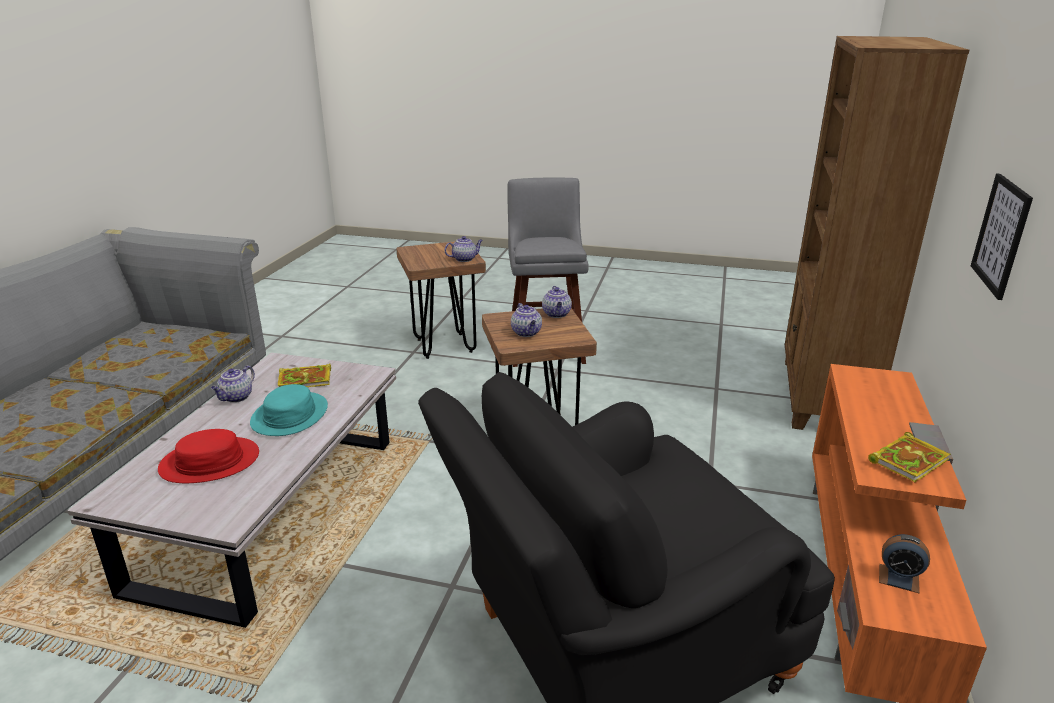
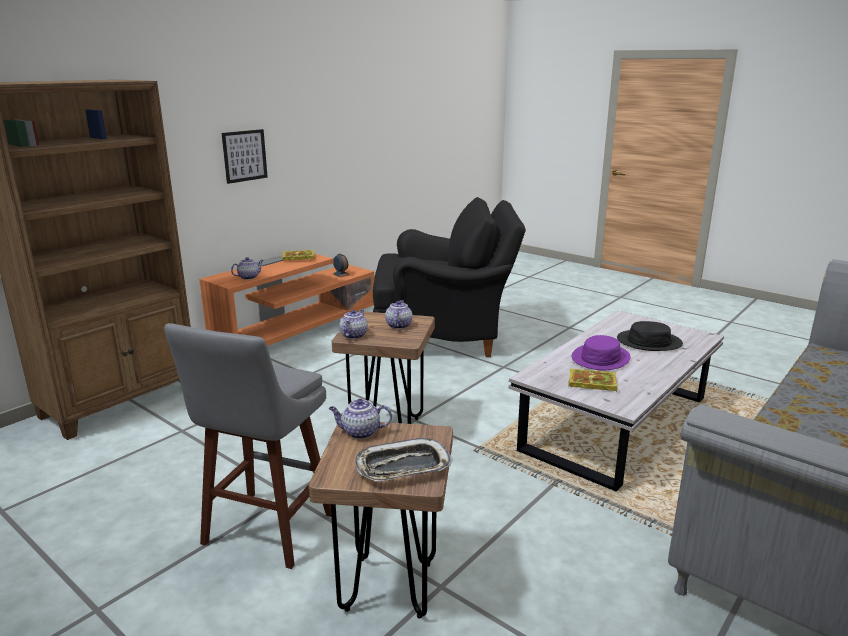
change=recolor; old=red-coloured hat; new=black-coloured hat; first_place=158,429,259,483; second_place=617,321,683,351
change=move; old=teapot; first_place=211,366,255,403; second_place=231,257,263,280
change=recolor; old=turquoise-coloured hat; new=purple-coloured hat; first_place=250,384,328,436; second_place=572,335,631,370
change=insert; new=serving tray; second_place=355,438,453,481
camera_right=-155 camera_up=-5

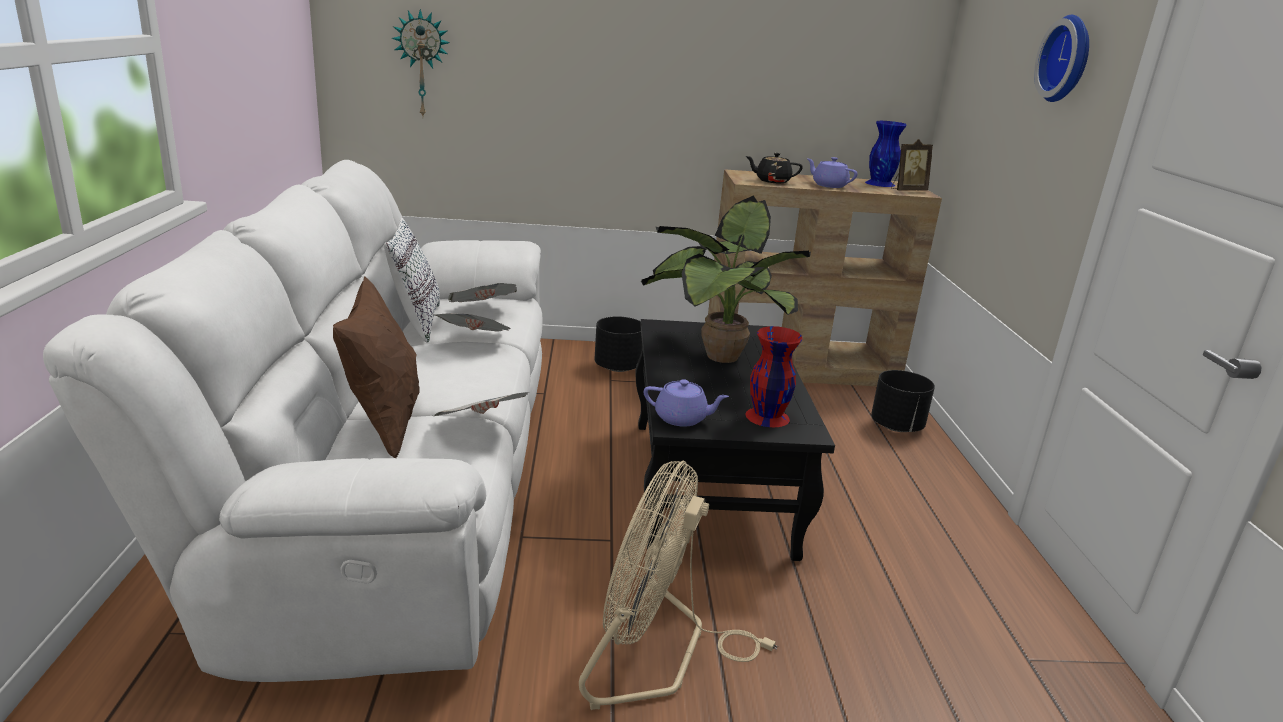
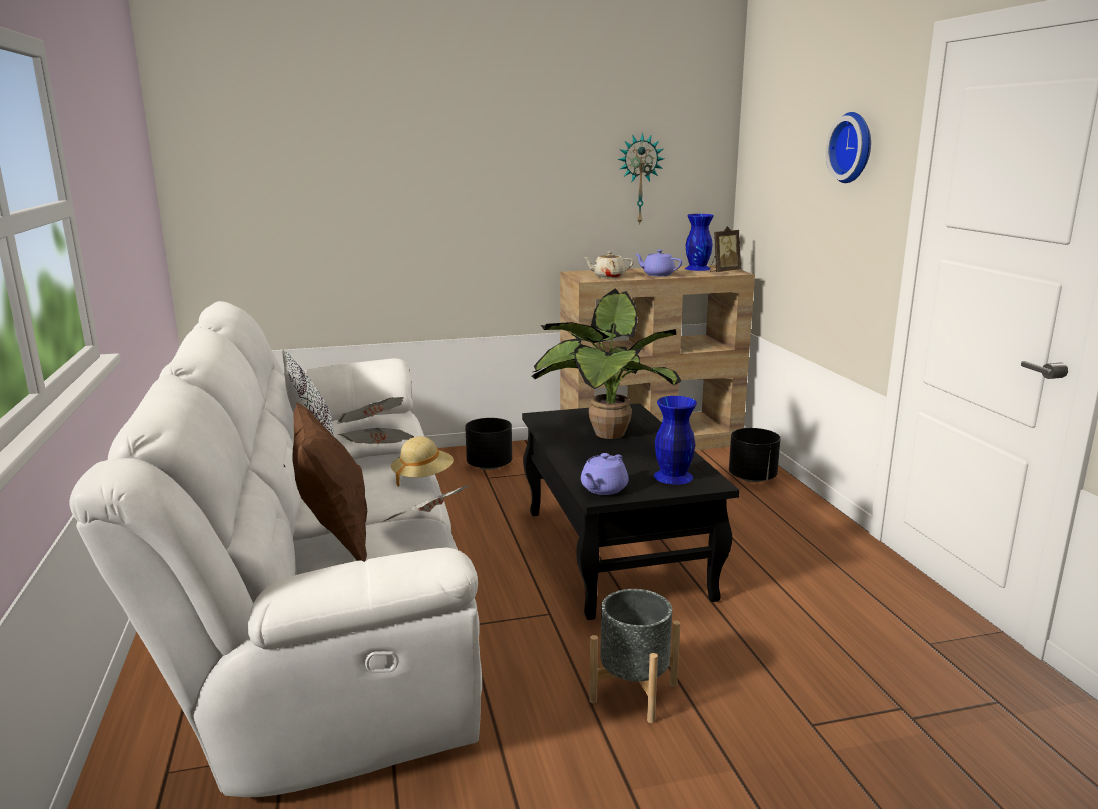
change=move; old=wall clock; first_place=392,9,450,116; second_place=618,133,664,225
change=replace; old=sand-coloured fan; new=greyish plant pot; first_place=579,461,778,710; second_place=589,589,680,723
change=rotate; old=purple-coloured teapot; first_place=644,379,729,427; second_place=581,453,629,495; degrees=120
change=recolor; old=black-coloured teapot; new=sand-coloured teapot; first_place=745,153,803,183; second_place=582,251,634,278
change=recolor; old=red-coloured vase; new=blue vase; first_place=746,326,803,427; second_place=654,396,697,485
change=insert; new=sand-coloured hat; second_place=391,436,454,487
camera_right=-10 camera_up=-5

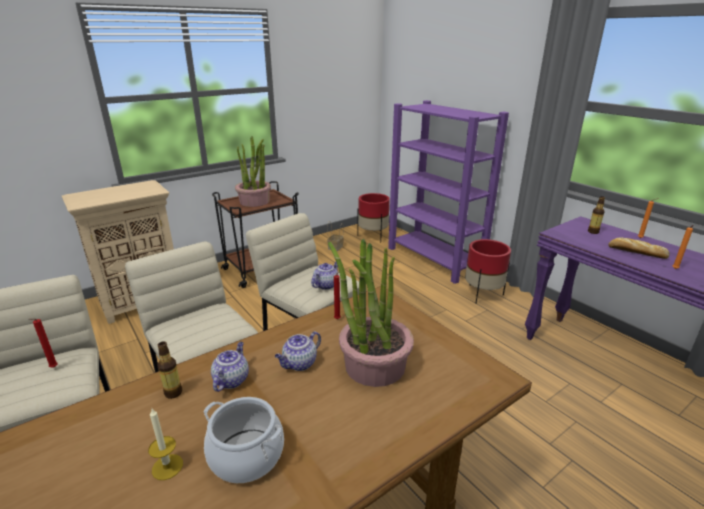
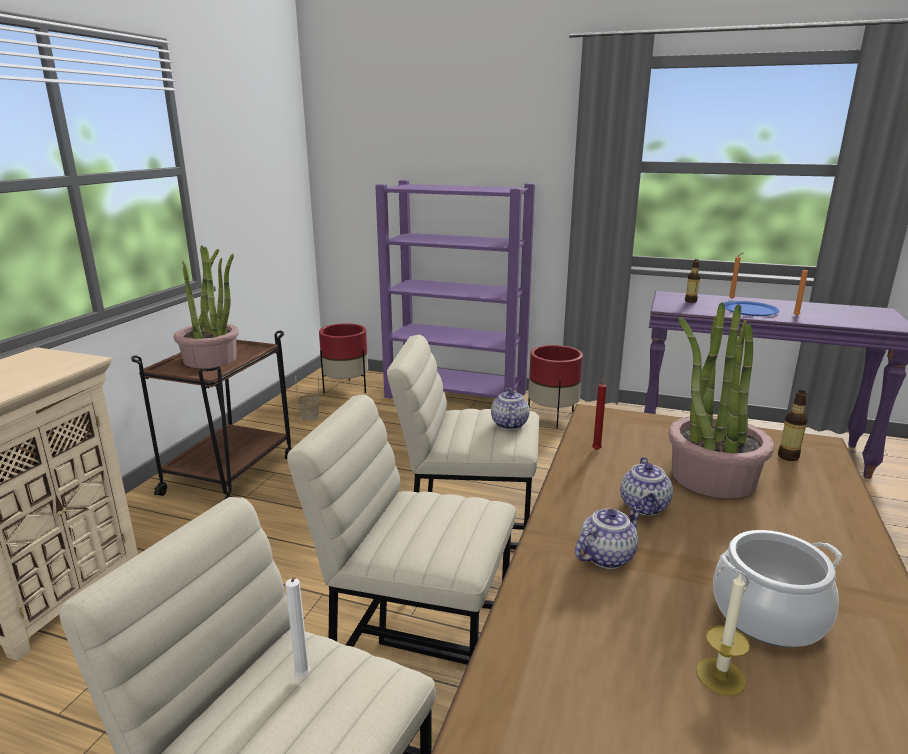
change=recolor; old=red-coloured candle; new=white-coloured candle; first_place=28,319,58,368; second_place=285,577,310,677
change=move; old=bottle; first_place=157,341,182,399; second_place=778,390,808,461
change=rotate; old=teapot; first_place=211,342,249,392; second_place=575,506,642,569; degrees=75
change=replace; old=bread; new=blue dinner plate; first_place=608,237,669,259; second_place=724,301,779,316
camera_right=-35 camera_up=-5

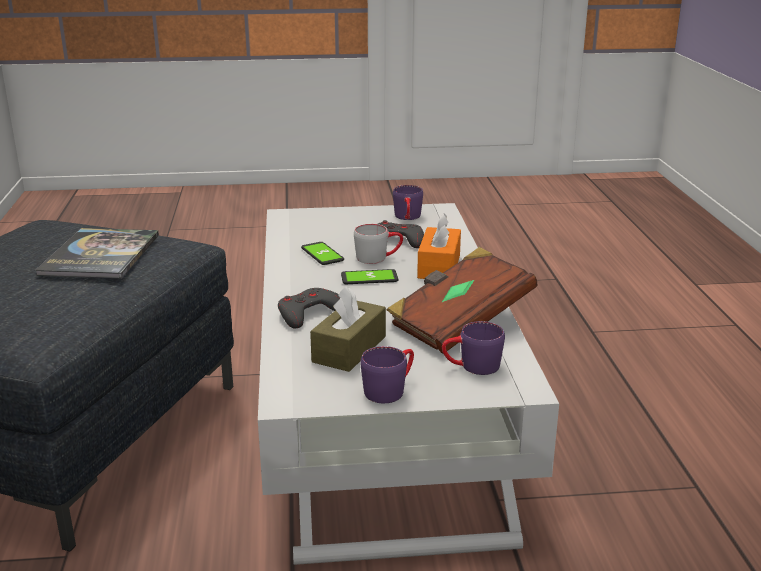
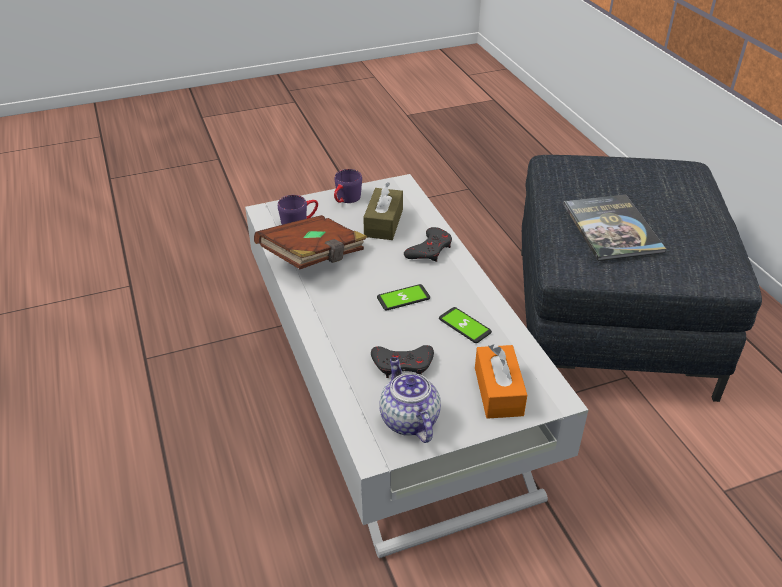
change=delete; old=greyish tea mug; first_place=354,224,403,264
change=replace; old=purple-coloured tea mug; new=teapot; first_place=393,185,423,220; second_place=379,357,441,443
change=move; old=orange tissue holder; first_place=417,213,461,279; second_place=475,344,527,419
camera_right=165 camera_up=15

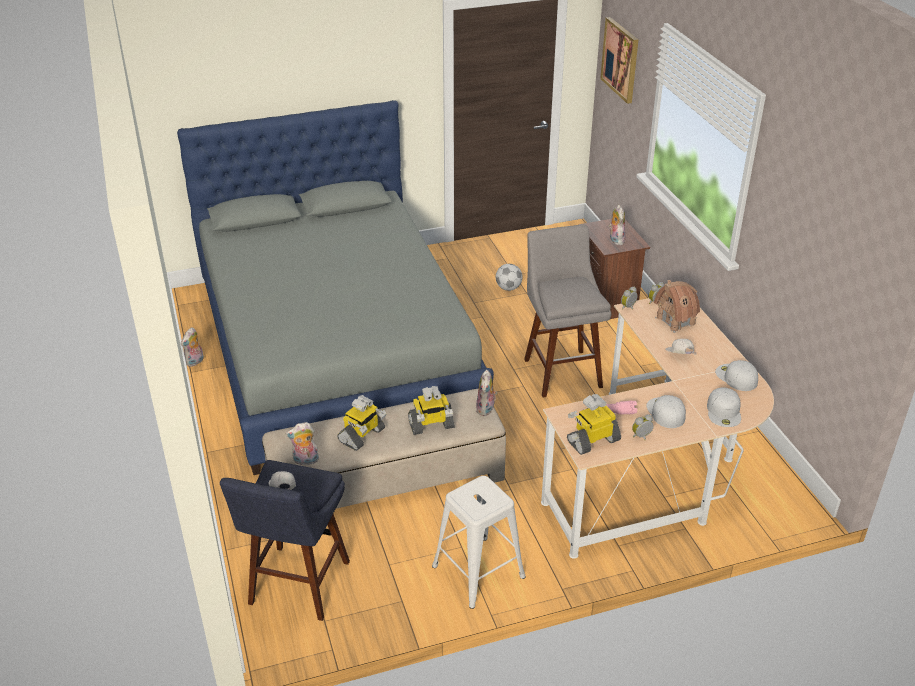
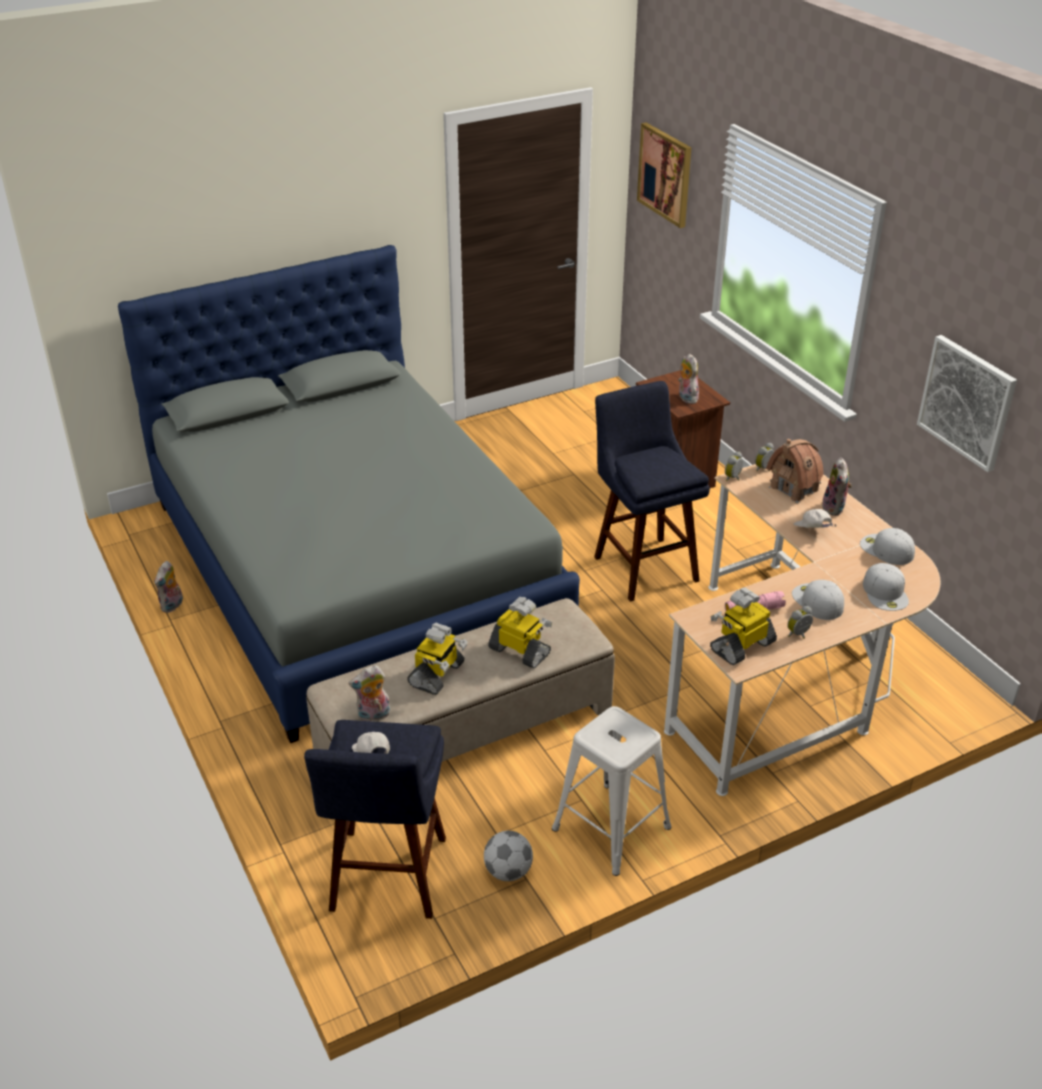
change=rotate; old=toy robot; first_place=408,386,455,435; second_place=488,597,552,668; degrees=-120
change=move; old=cuddly toy; first_place=476,370,498,416; second_place=822,457,852,516
change=move; old=football ball; first_place=496,264,522,291; second_place=484,831,533,881
change=recolor; old=greyish stool; new=blue stool; first_place=524,224,611,398; second_place=594,381,710,602
change=insert; new=picture; second_place=917,335,1017,472
camera_right=-10 camera_up=0

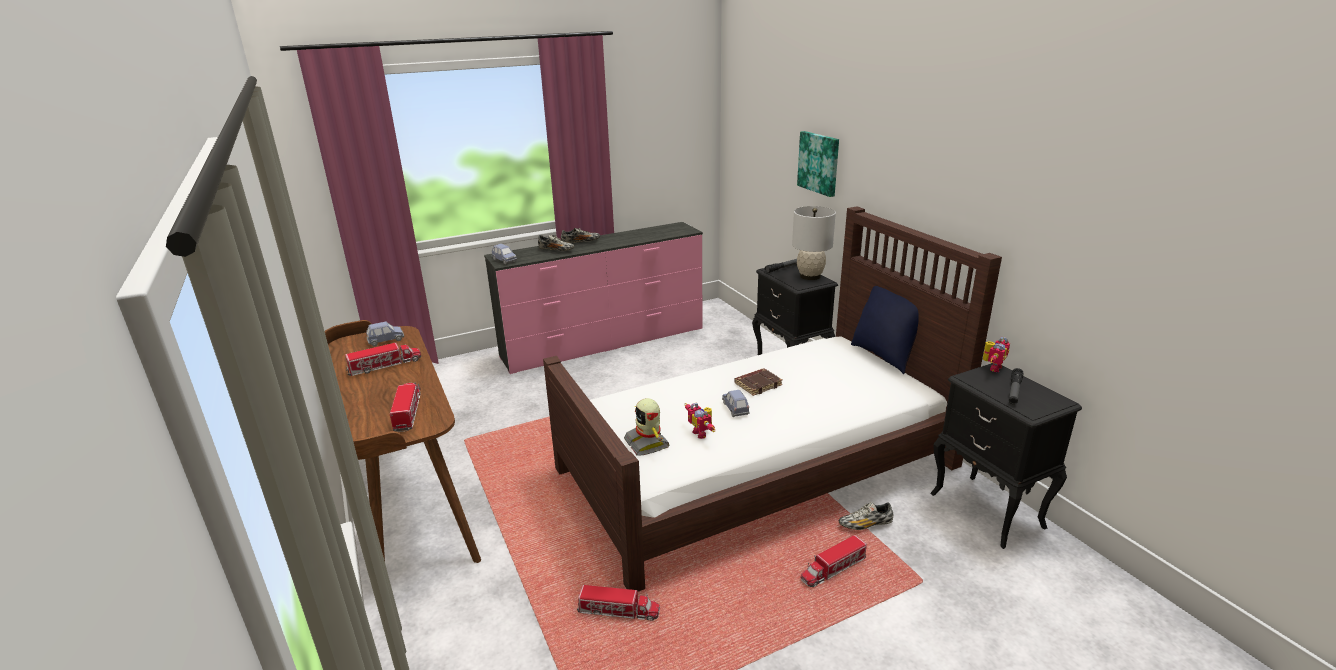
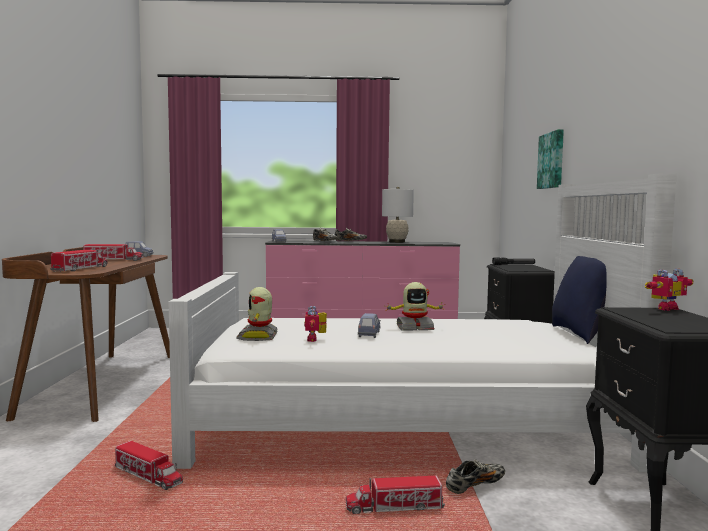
change=recolor; old=brownish bed; new=white-coloured bed; first_place=543,206,1002,591; second_place=169,174,677,472
change=replace; old=brownish volume; new=toy robot; first_place=734,368,783,396; second_place=384,282,445,331
change=move; old=white-coloured tabletop lamp; first_place=792,206,836,280; second_place=382,187,414,243
change=rotate; old=item of footwear; first_place=839,502,893,530; second_place=446,459,505,494; degrees=135
change=delete; old=flashlight; first_place=1009,368,1023,404
camera_right=25 camera_up=-20

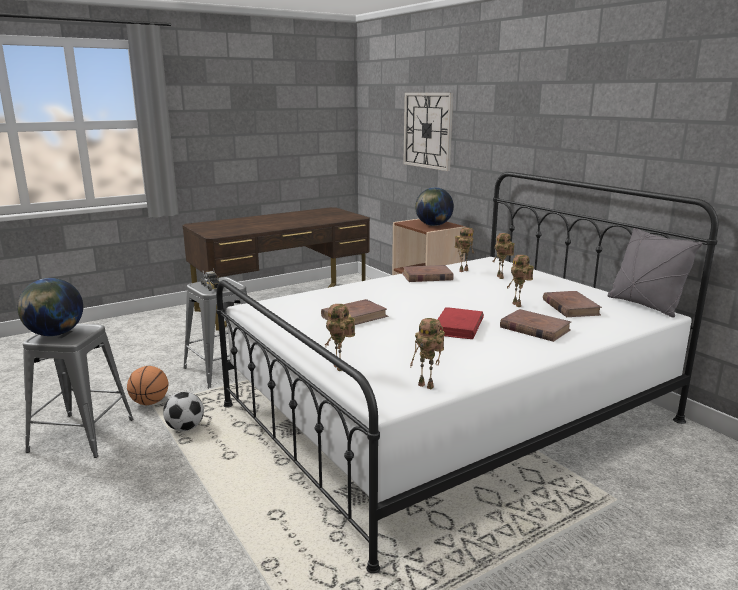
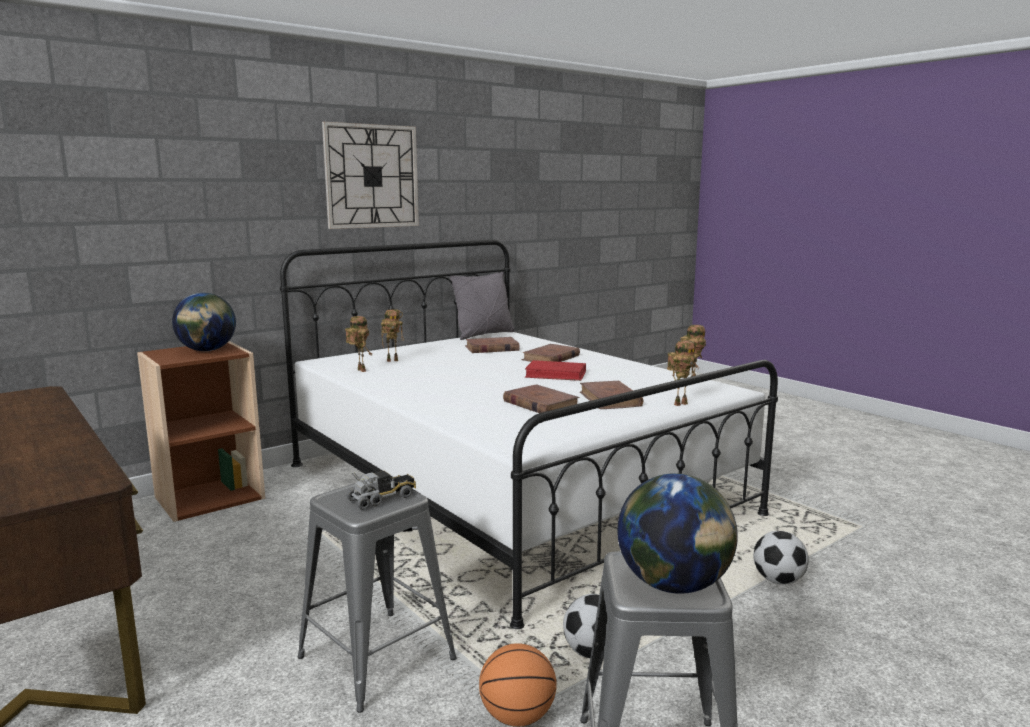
change=move; old=brownish volume; first_place=402,265,454,282; second_place=580,381,643,409
change=move; old=wall clock; first_place=403,93,453,171; second_place=322,122,419,229
change=delete; old=toy robot; first_place=507,255,534,307
change=insert; new=football ball; second_place=753,531,809,584
camera_right=-95 camera_up=-5

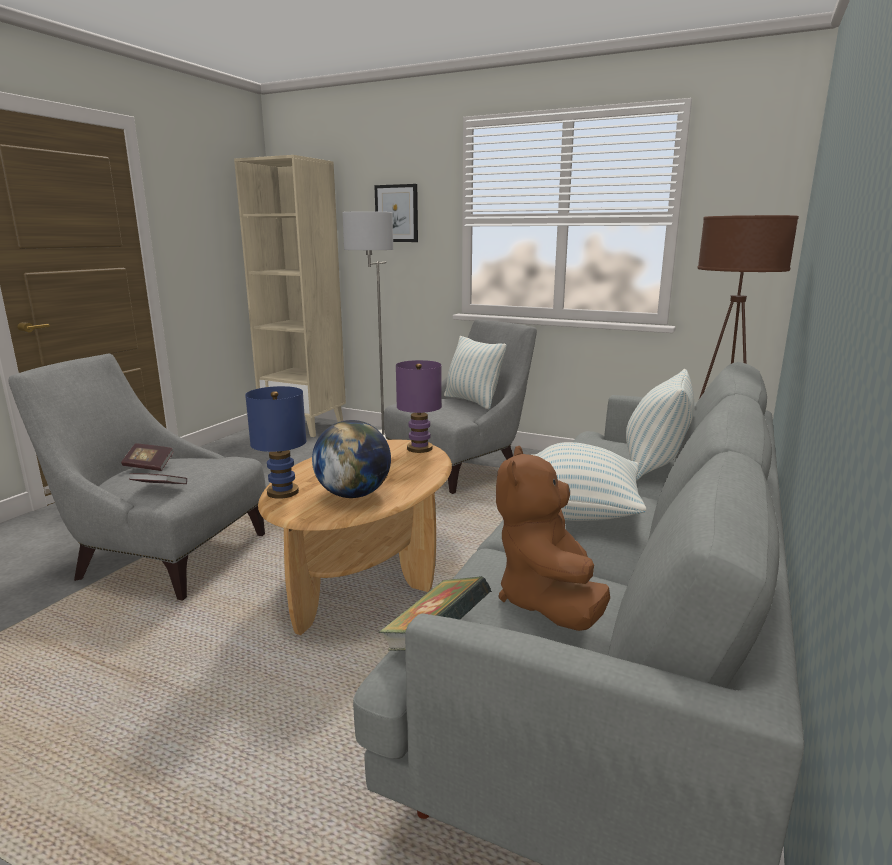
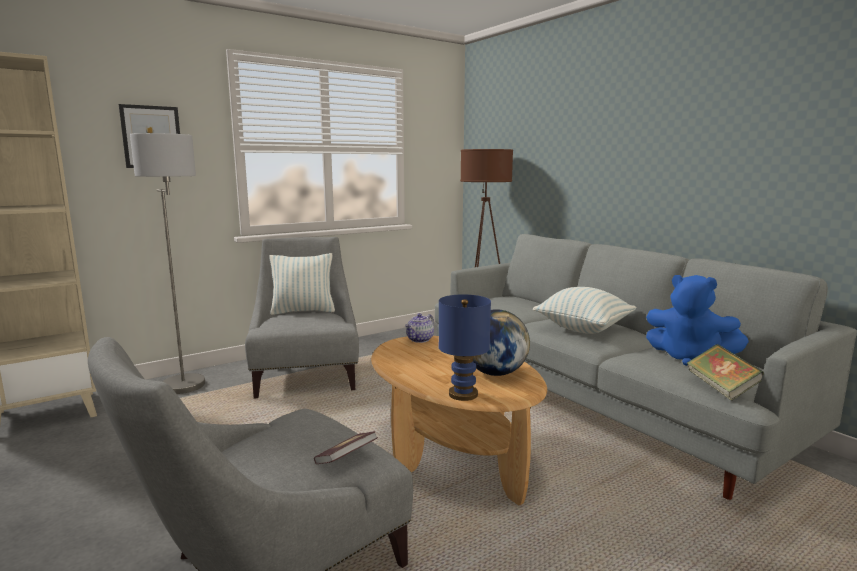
change=delete; old=volume; first_place=121,443,174,471
change=replace; old=purple-coloured tabletop lamp; new=teapot; first_place=396,360,442,453; second_place=405,313,434,343
change=recolor; old=brownish cuddly toy; new=blue cuddly toy; first_place=496,446,610,631; second_place=646,275,749,366
change=delete; old=throw pillow; first_place=626,369,694,480
camera_right=-60 camera_up=-5

